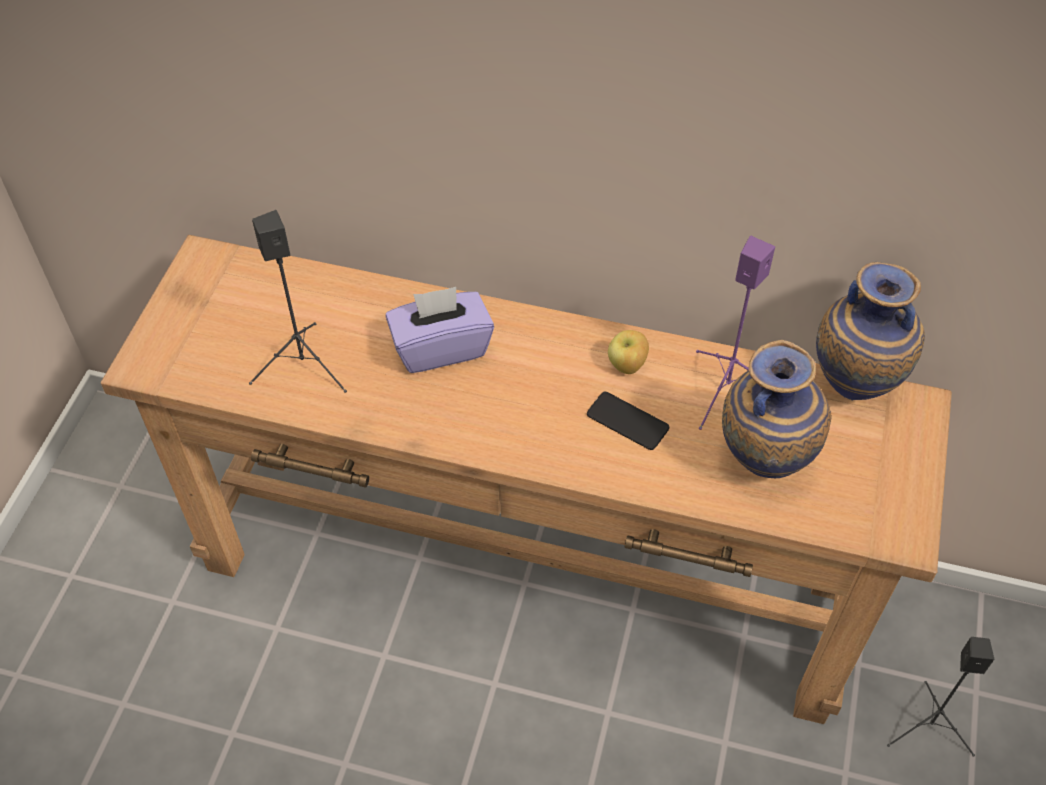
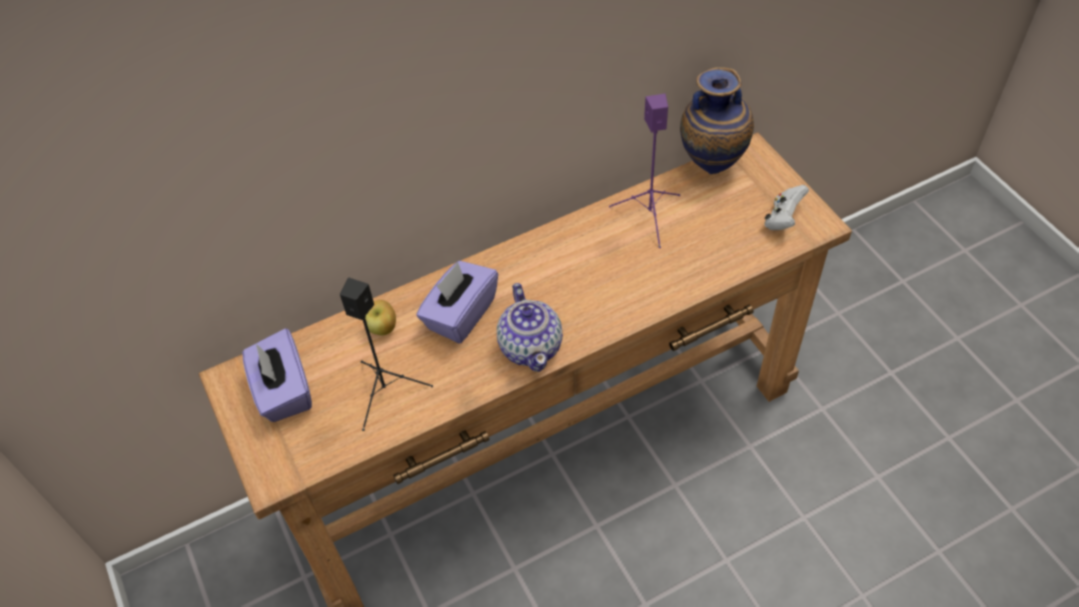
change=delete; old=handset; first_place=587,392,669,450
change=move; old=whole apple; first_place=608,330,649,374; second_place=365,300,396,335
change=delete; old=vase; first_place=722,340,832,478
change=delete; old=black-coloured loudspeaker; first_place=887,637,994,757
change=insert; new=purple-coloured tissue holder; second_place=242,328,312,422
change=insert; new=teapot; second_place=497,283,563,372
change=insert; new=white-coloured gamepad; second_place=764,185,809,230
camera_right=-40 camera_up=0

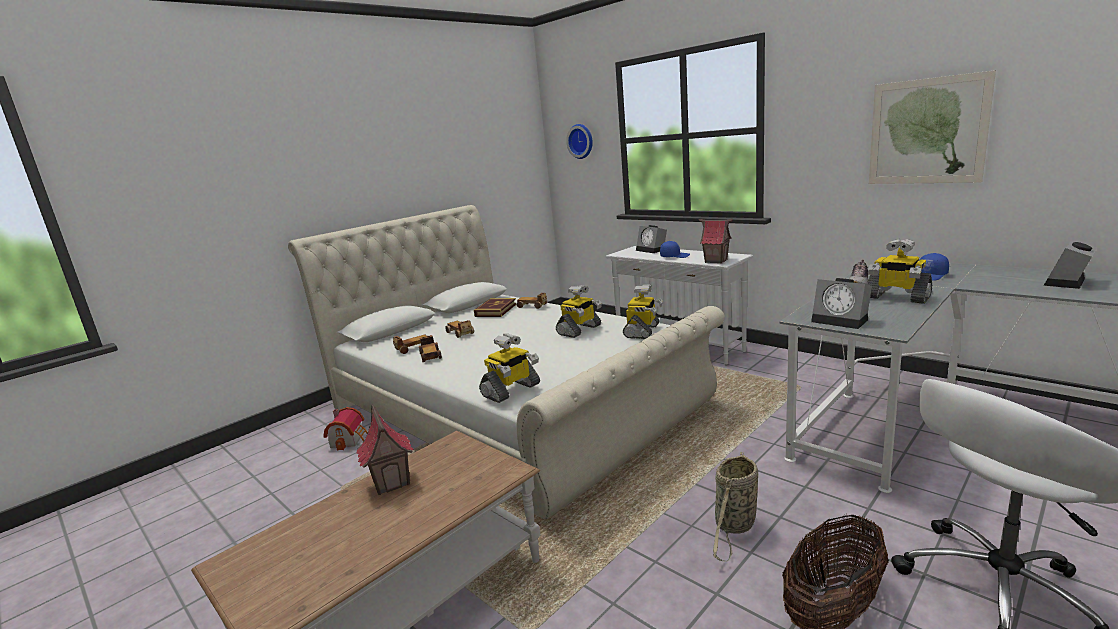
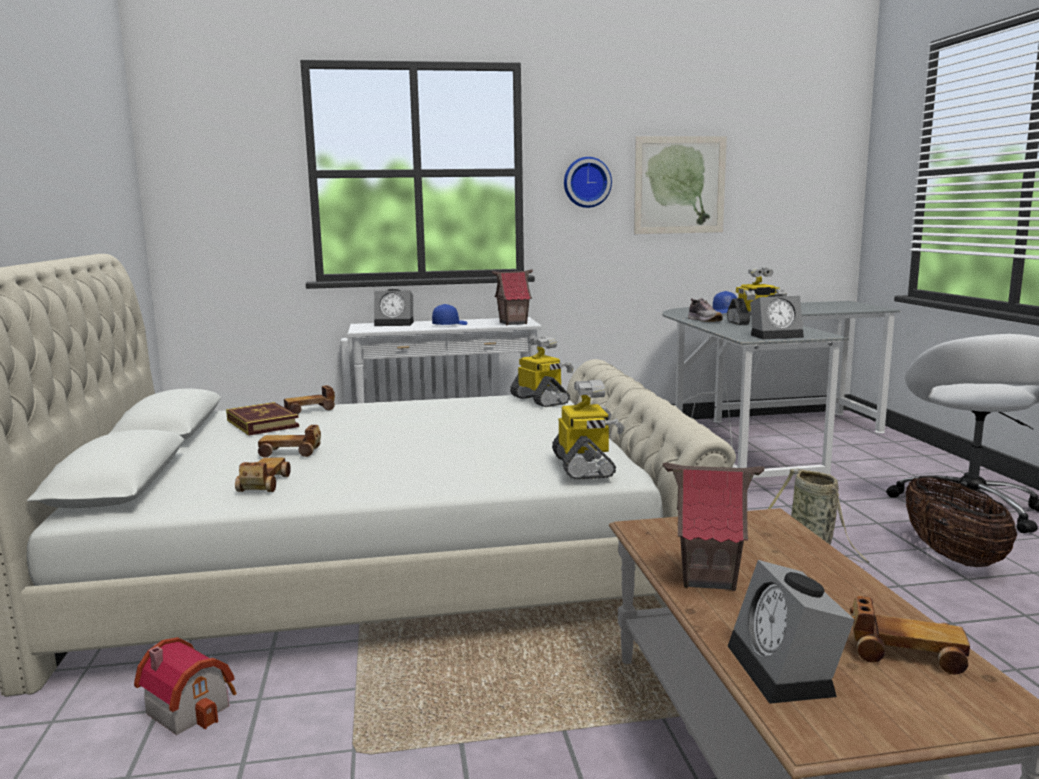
change=move; old=model car; first_place=419,335,442,362; second_place=850,596,970,675
change=delete; old=toy robot; first_place=556,285,602,338
change=move; old=wall clock; first_place=566,124,593,159; second_place=564,157,612,208
change=move; old=bedside clock; first_place=1044,240,1097,289; second_place=728,560,855,704
camera_right=-55 camera_up=-5

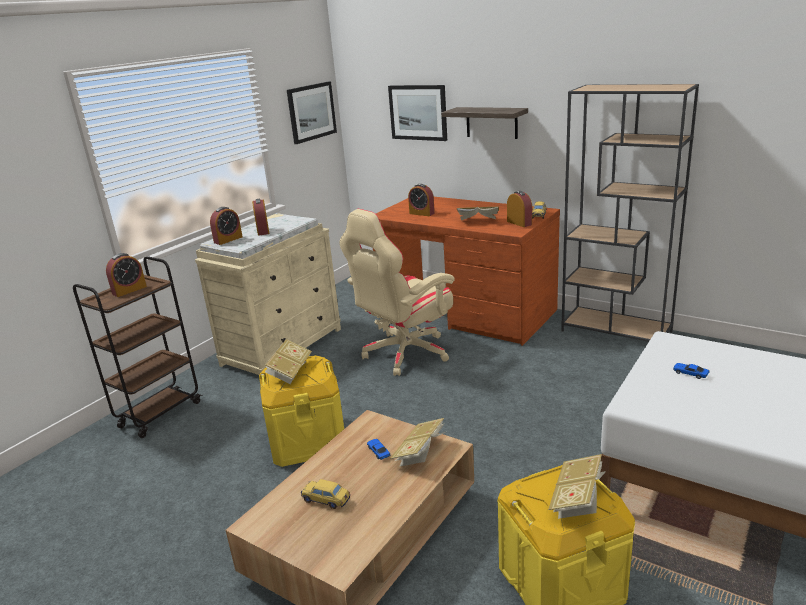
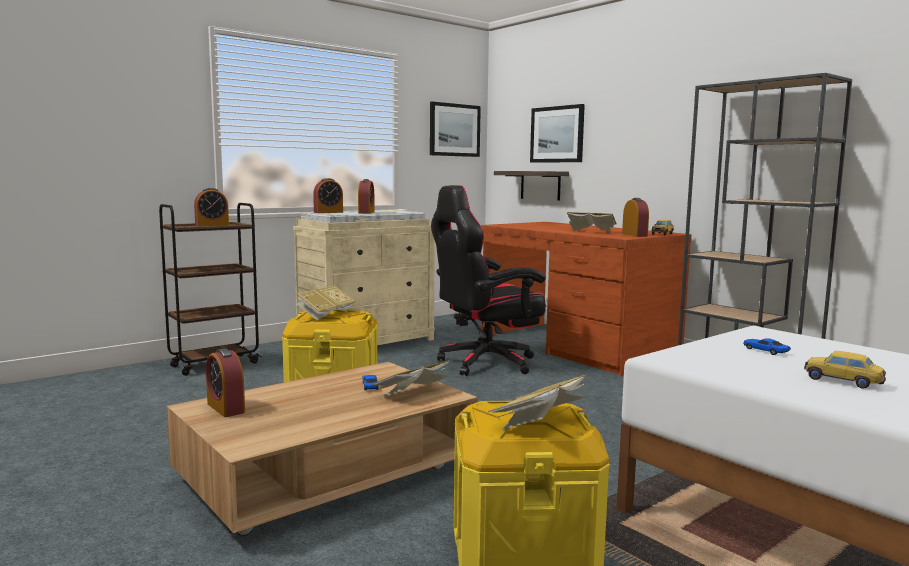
change=move; old=model car; first_place=301,479,350,509; second_place=804,351,886,389
change=recolor; old=sand-coloured desk chair; new=black-coloured desk chair; first_place=340,209,454,376; second_place=431,185,546,376
change=move; old=bedside clock; first_place=408,184,435,216; second_place=206,348,245,417
change=move; old=shelf; first_place=441,107,528,139; second_place=494,171,569,201
camera_right=15 camera_up=-15

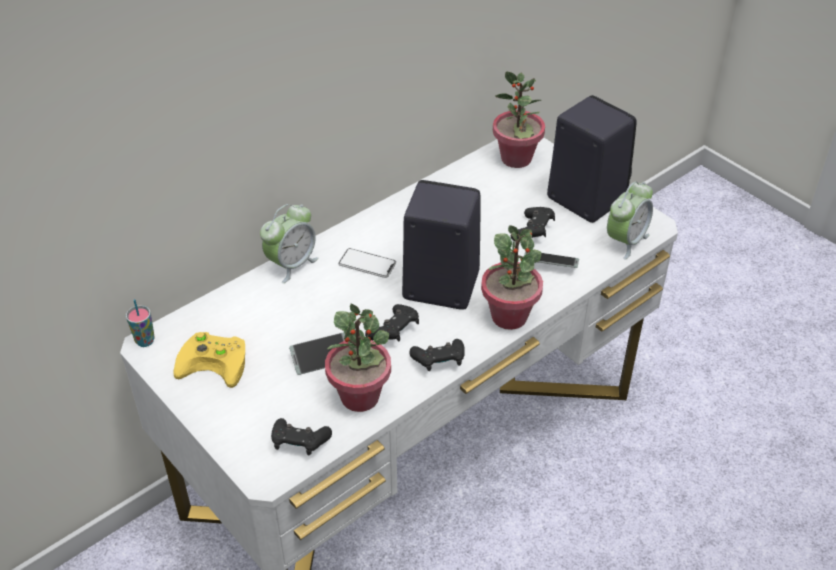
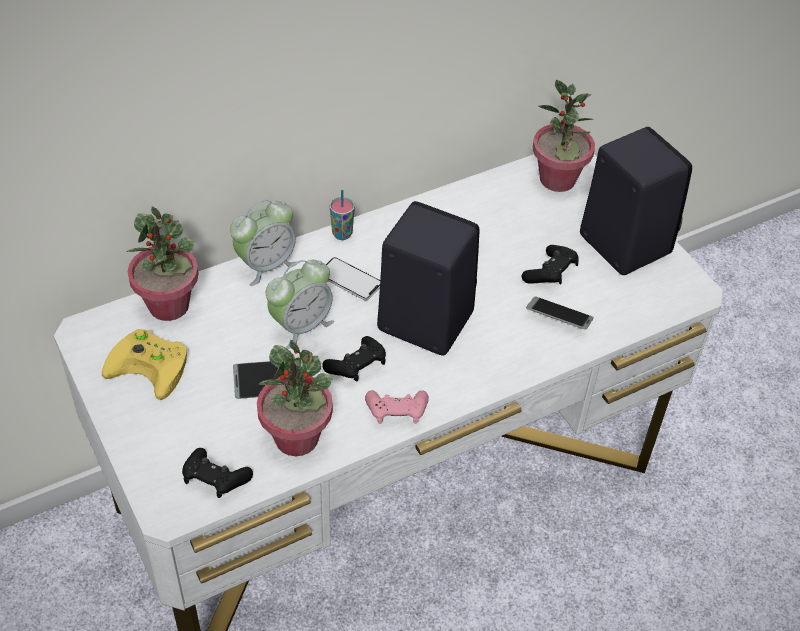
change=move; old=cup; first_place=126,299,155,347; second_place=330,190,355,240
change=recolor; old=black-coloured gamepad; new=pink-coloured gamepad; first_place=409,339,465,371; second_place=365,390,429,424
change=move; old=potted plant; first_place=481,225,543,330; second_place=127,206,199,321
change=move; old=bedside clock; first_place=607,181,653,260; second_place=266,260,334,349
camera_right=10 camera_up=5

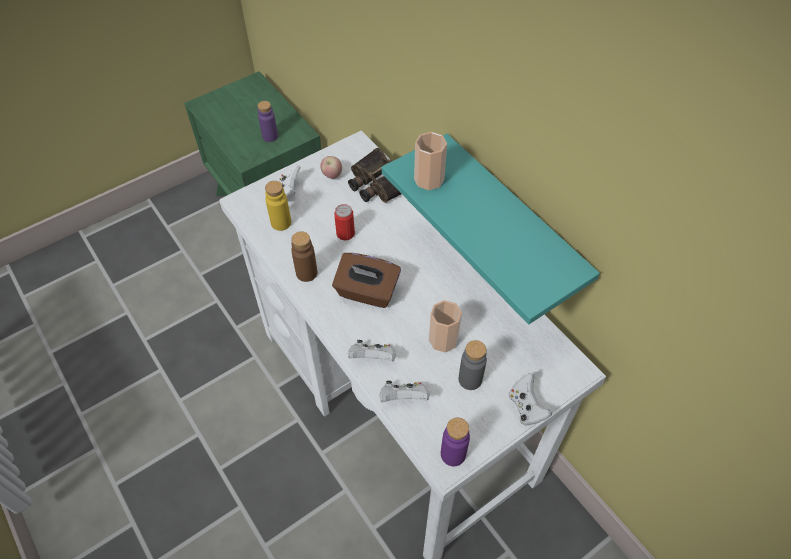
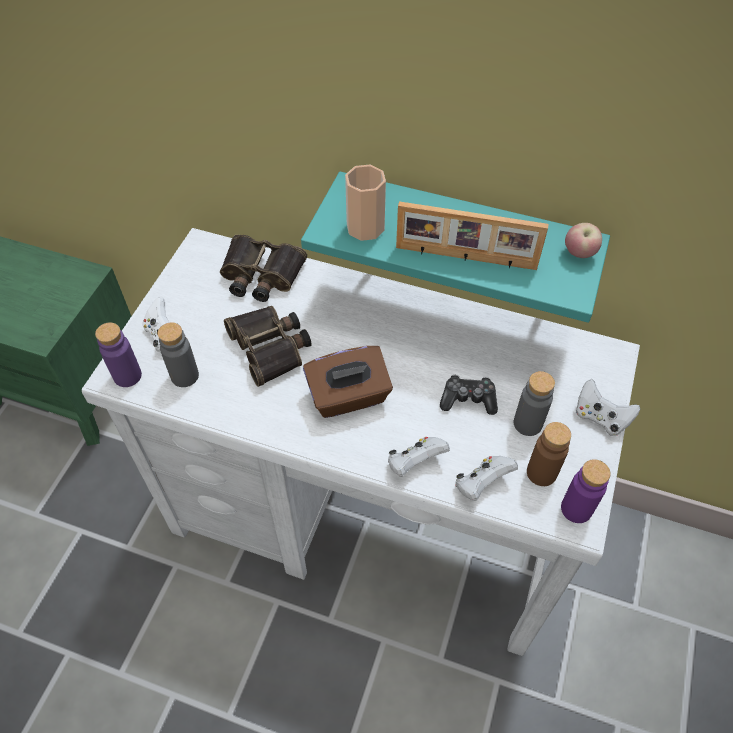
change=move; old=purple-coloured bottle; first_place=257,101,278,142; second_place=95,323,142,387
change=recolor; old=yellow bottle; new=greyish bottle; first_place=265,181,291,231; second_place=157,322,199,387
change=move; old=brownish bottle; first_place=291,231,317,282; second_place=527,422,571,486
change=move; old=whole apple; first_place=320,156,342,179; second_place=565,223,602,258
change=replace; old=sealed can; new=field glasses; first_place=334,204,355,240; second_place=224,306,311,387
change=replace; old=cup; new=gamepad; first_place=429,300,462,352; second_place=440,375,498,415
change=insert; new=standing frame; second_place=396,201,549,270
camera_right=-35 camera_up=0

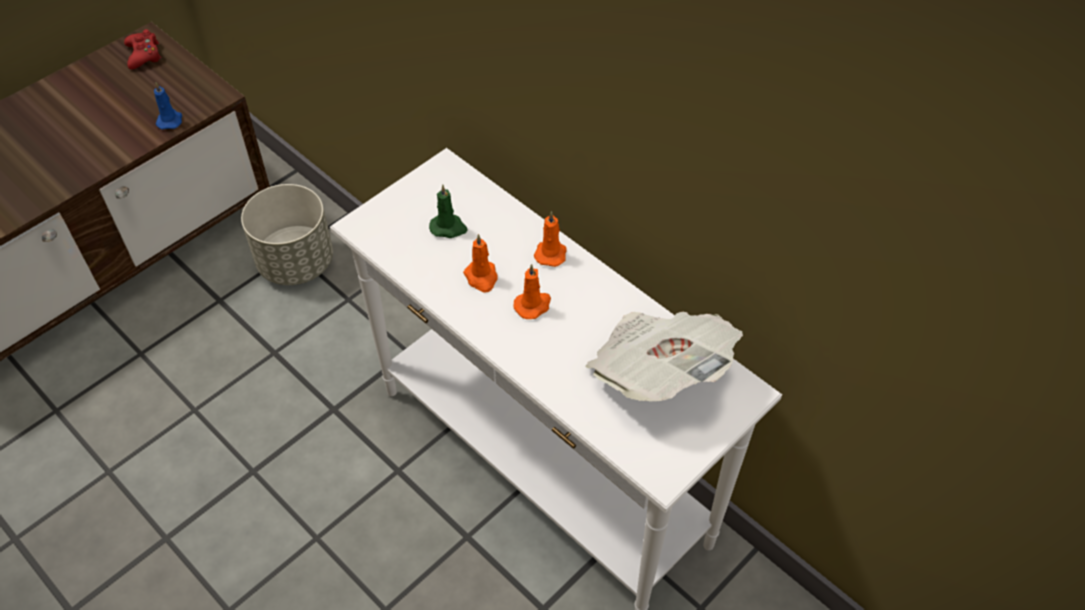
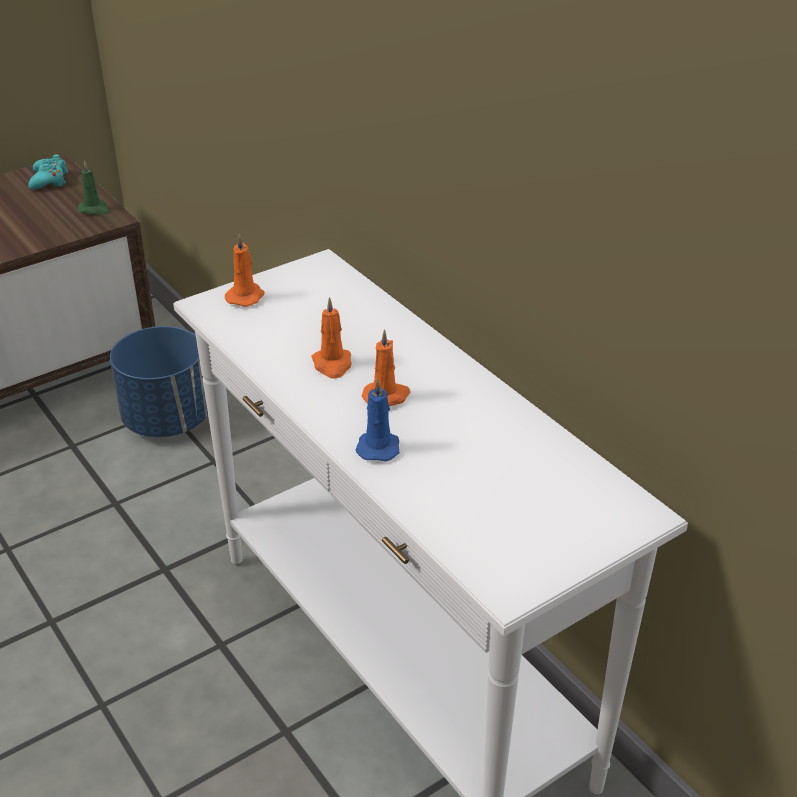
change=recolor; old=red-coloured gamepad; new=turquoise-coloured gamepad; first_place=124,29,162,69; second_place=28,154,68,190
change=move; old=blue candle; first_place=154,83,182,130; second_place=356,378,399,461
change=recolor; old=greyish plant pot; new=blue plant pot; first_place=241,184,333,285; second_place=110,326,208,437
change=move; old=green candle; first_place=429,185,468,238; second_place=78,161,110,215
change=move; old=orange candle; first_place=534,211,567,267; second_place=225,234,265,307
change=delete; old=newspaper; first_place=585,311,743,401
camera_right=10 camera_up=-15

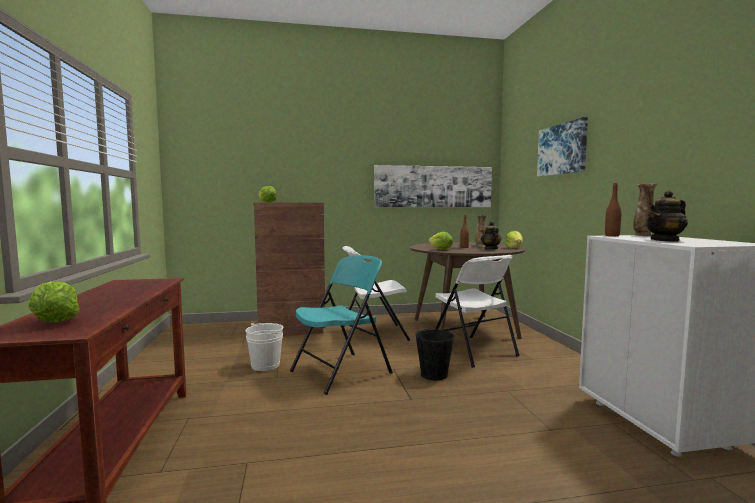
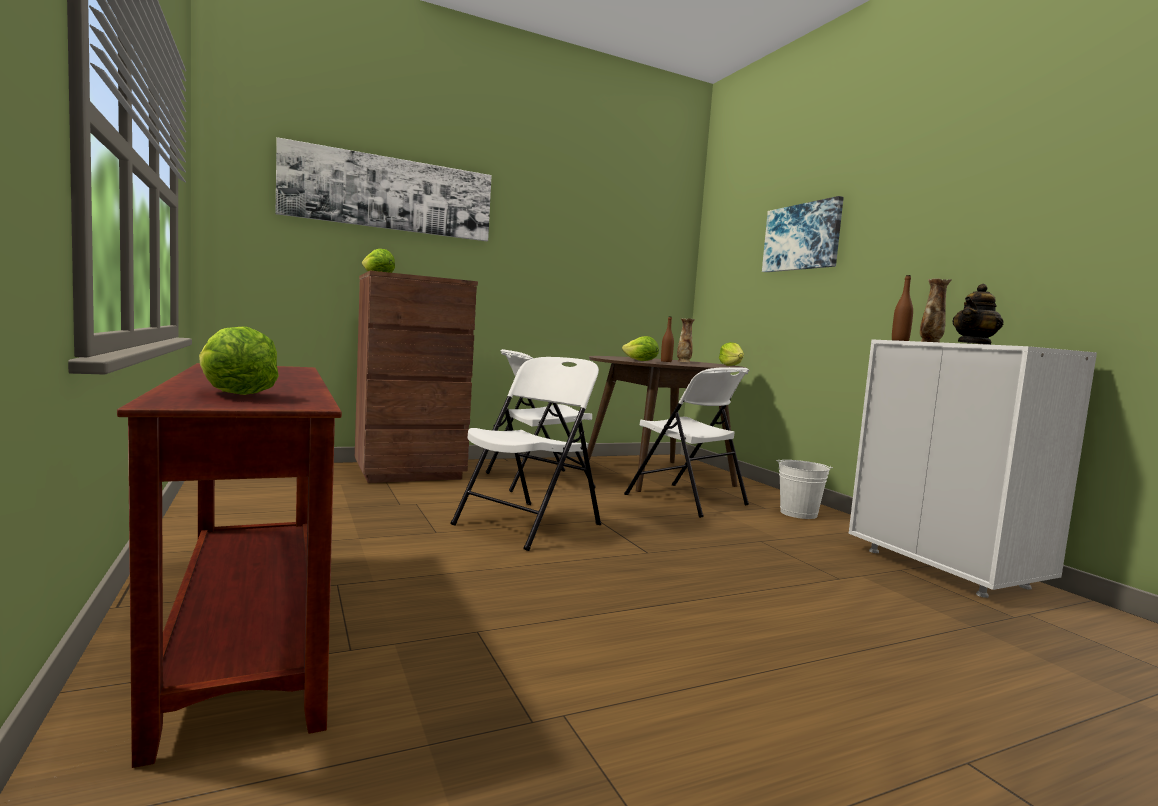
change=move; old=white-coloured pail; first_place=246,323,283,371; second_place=776,460,833,519
change=recolor; old=turquoise-coloured upright chair; new=white-coloured upright chair; first_place=290,255,393,395; second_place=450,357,601,551
change=move; old=picture; first_place=374,165,492,207; second_place=276,137,492,241
change=delete; old=black-coloured pail; first_place=415,329,454,380
change=delete; old=teapot; first_place=481,221,502,250
camera_right=-15 camera_up=0

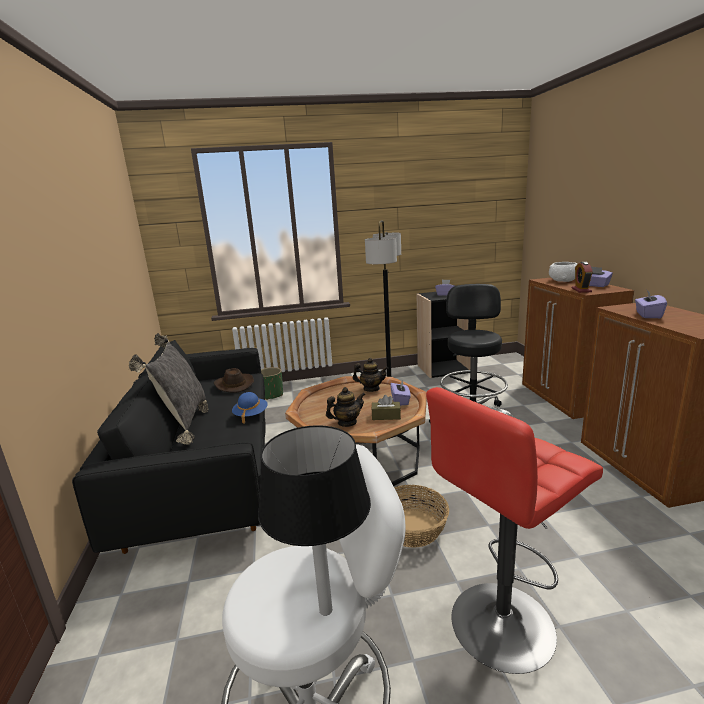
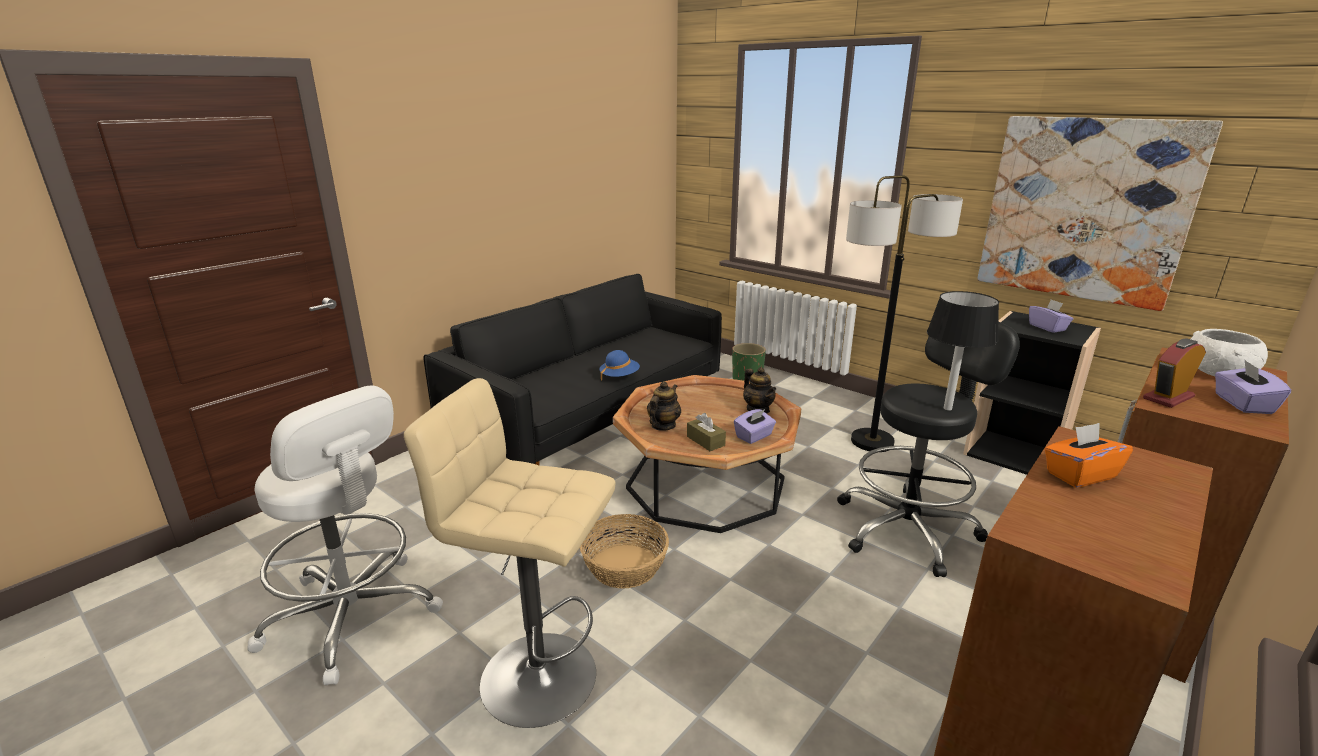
change=delete; old=throw pillow; first_place=128,333,208,445
change=delete; old=brownish hat; first_place=214,368,254,393
change=move; old=black-coloured tabletop lamp; first_place=258,425,371,616; second_place=927,291,999,411
change=rotate; old=teapot; first_place=326,387,365,427; second_place=647,381,681,431; degrees=-90
change=recolor; old=red-coloured stool; new=sand-coloured stool; first_place=426,387,603,674; second_place=404,378,615,728
change=recolor; old=purple-coloured tissue holder; new=orange tissue holder; first_place=635,290,667,318; second_place=1044,423,1133,487
change=insert; new=picture; second_place=977,116,1223,311
camera_right=50 camera_up=5

